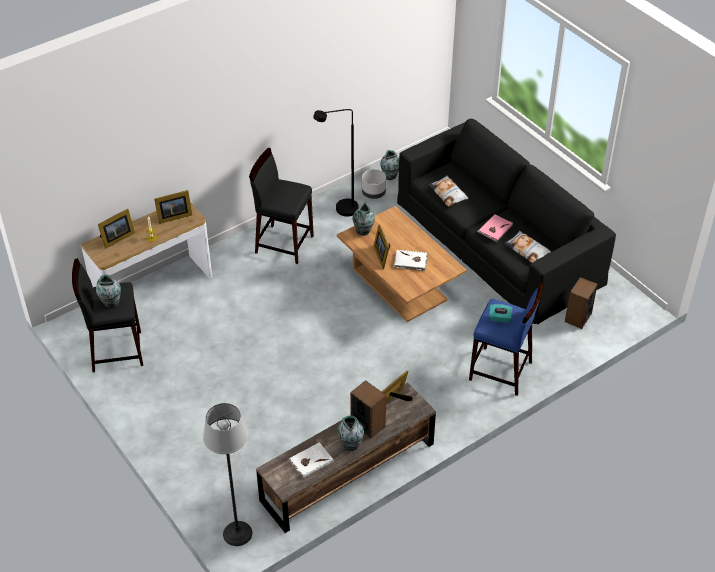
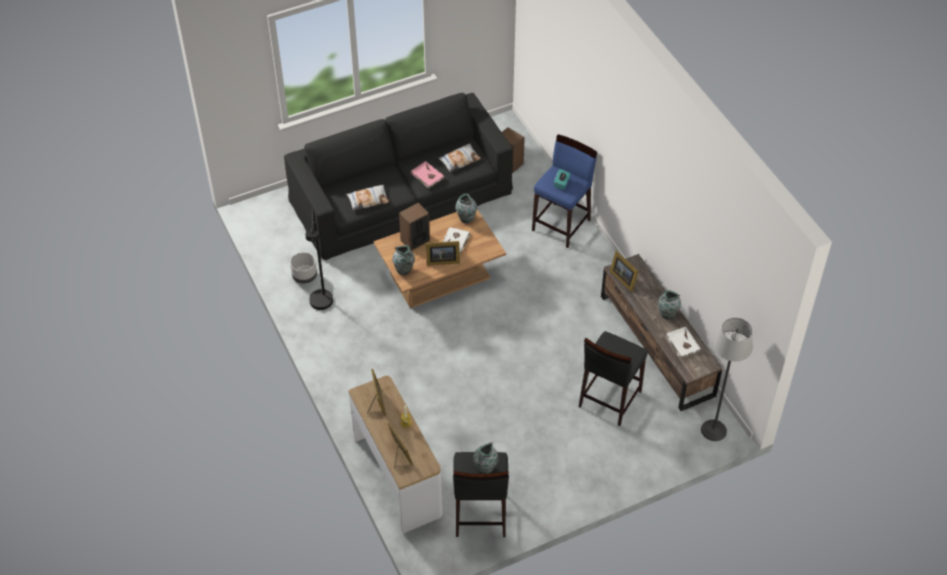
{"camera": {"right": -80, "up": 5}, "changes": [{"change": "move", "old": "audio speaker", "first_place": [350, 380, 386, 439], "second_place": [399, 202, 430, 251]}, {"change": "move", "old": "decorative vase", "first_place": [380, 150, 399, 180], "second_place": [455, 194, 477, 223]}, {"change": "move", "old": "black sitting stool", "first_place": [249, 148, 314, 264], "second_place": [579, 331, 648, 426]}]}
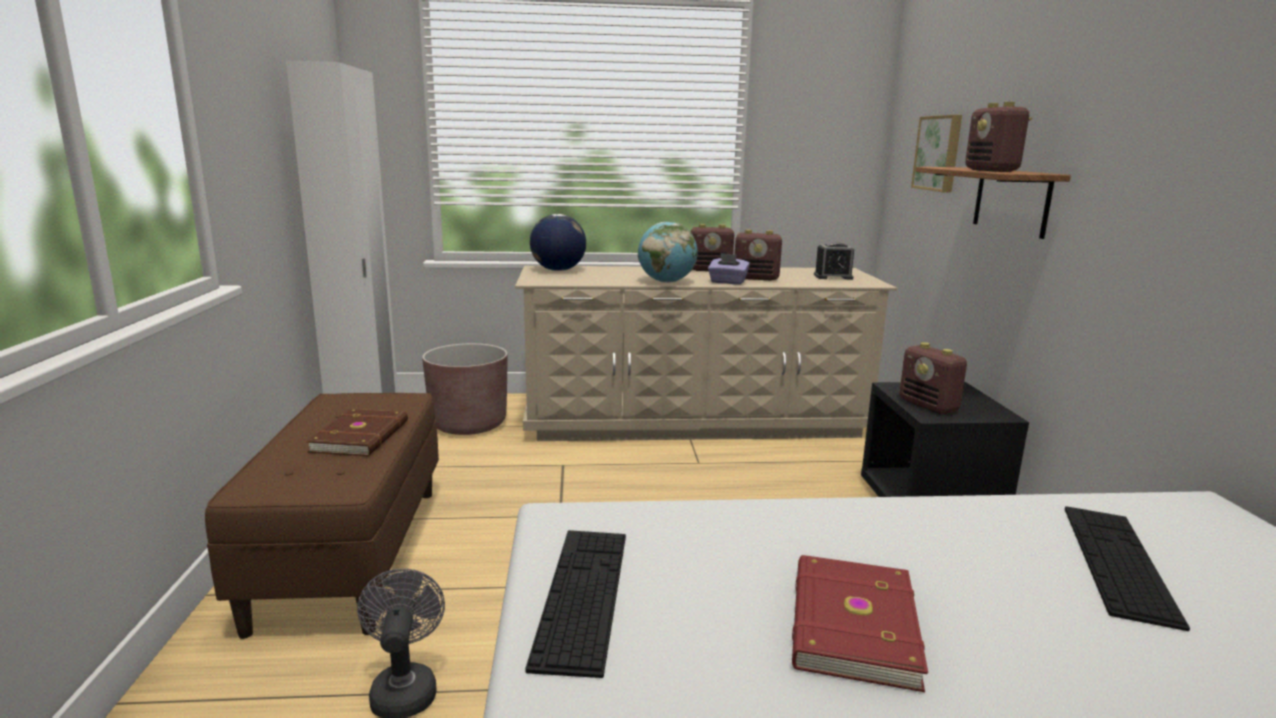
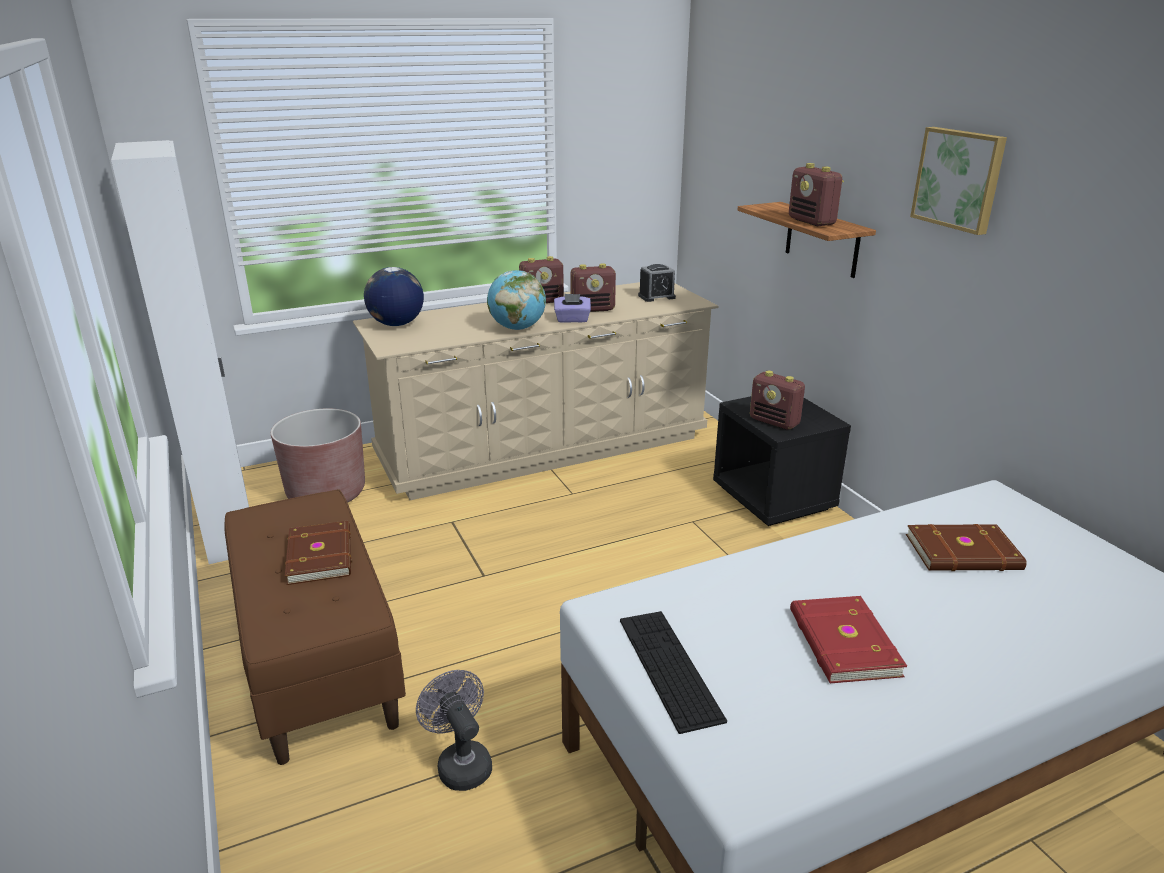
{"camera": {"right": -20, "up": 10}, "changes": [{"change": "replace", "old": "keyboard", "new": "brown-coloured volume", "first_place": [1065, 506, 1190, 631], "second_place": [906, 524, 1027, 571]}, {"change": "move", "old": "picture", "first_place": [911, 115, 962, 193], "second_place": [910, 127, 1007, 235]}]}
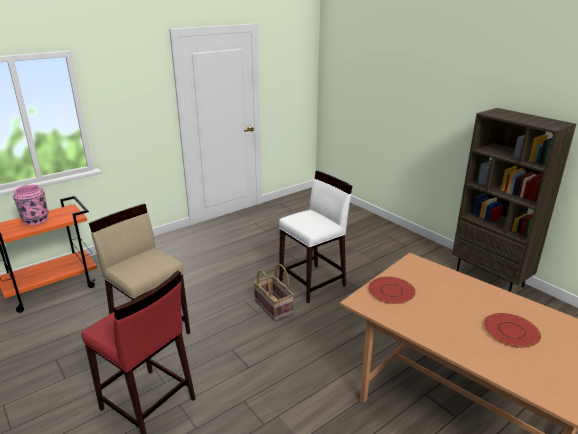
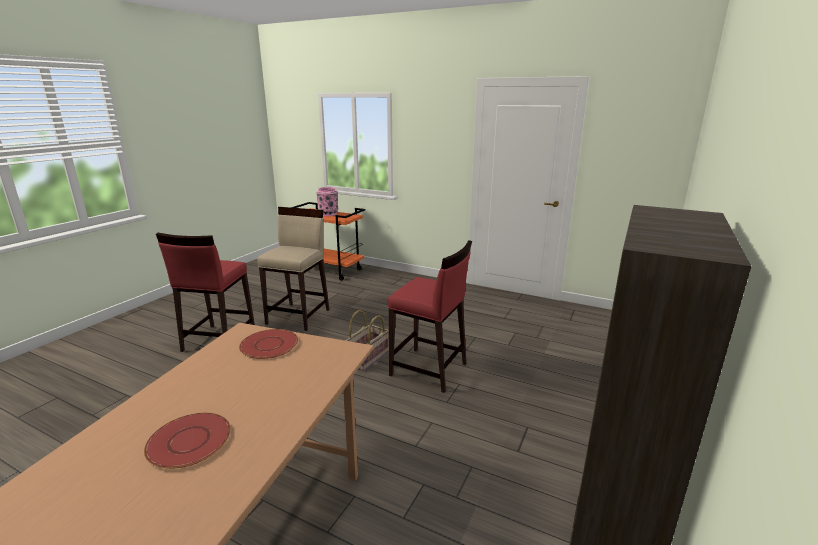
{"camera": {"right": 65, "up": -5}, "changes": [{"change": "recolor", "old": "white-coloured sitting stool", "new": "red-coloured sitting stool", "first_place": [279, 171, 353, 303], "second_place": [388, 240, 472, 393]}]}
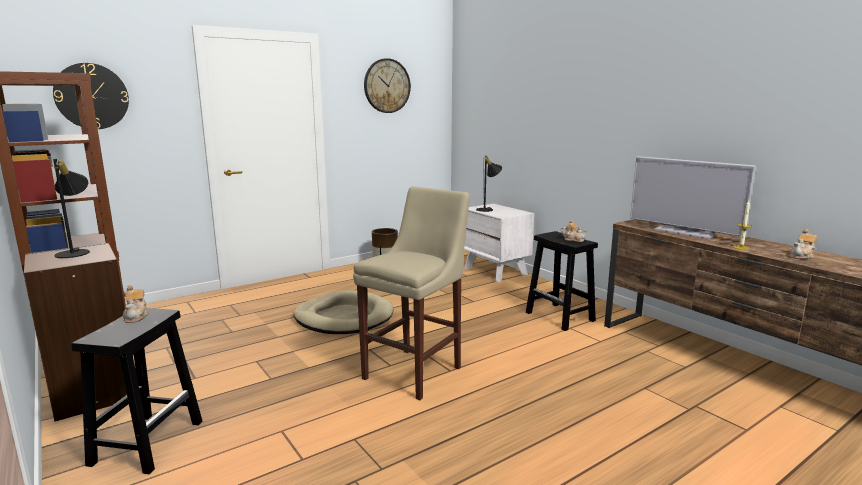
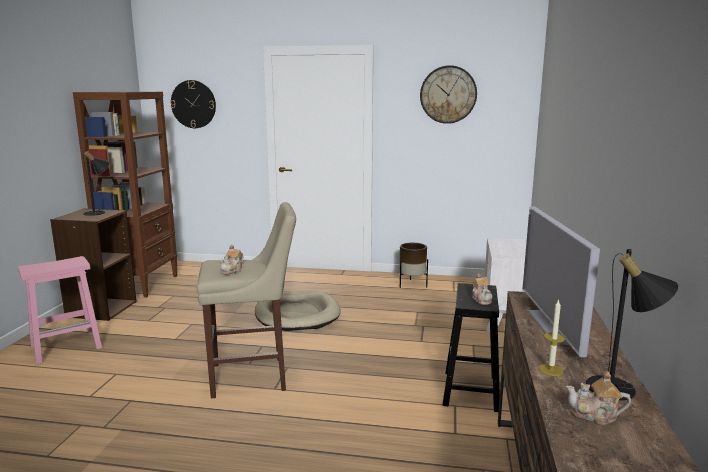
{"camera": {"right": 45, "up": 0}, "changes": [{"change": "recolor", "old": "black sitting stool", "new": "pink-coloured sitting stool", "first_place": [71, 308, 202, 474], "second_place": [18, 256, 102, 364]}, {"change": "move", "old": "tea pot", "first_place": [123, 285, 149, 323], "second_place": [219, 245, 244, 275]}, {"change": "move", "old": "black lamp for a table", "first_place": [476, 156, 502, 212], "second_place": [586, 249, 678, 400]}]}
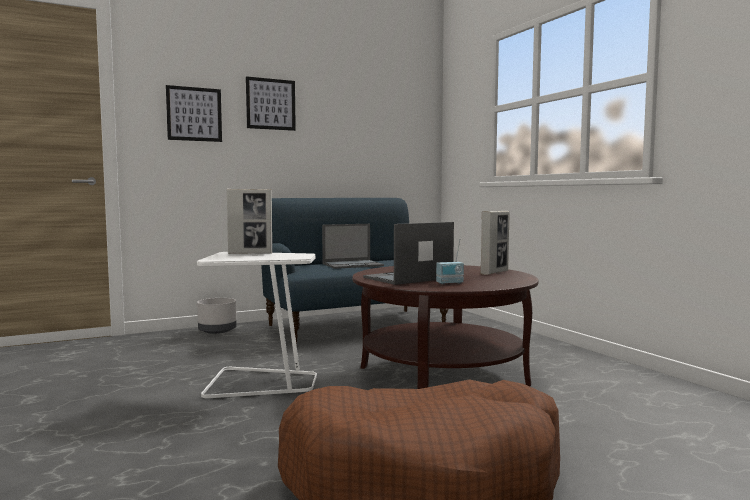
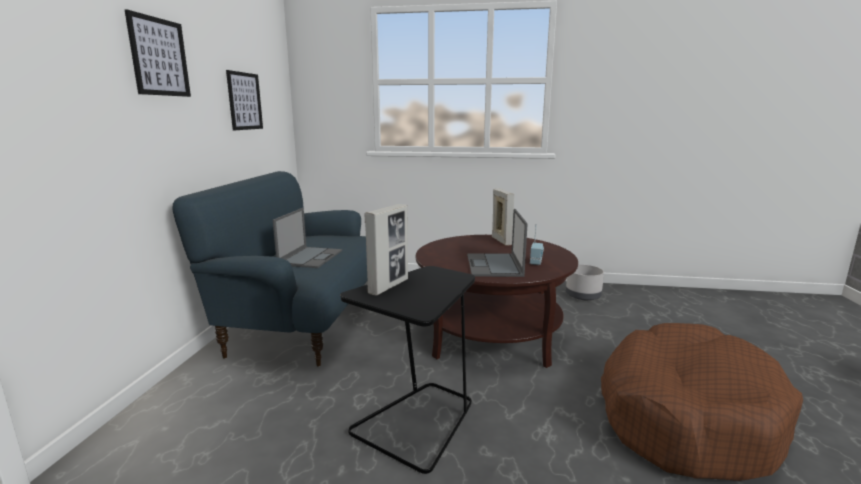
{"camera": {"right": -55, "up": 10}, "changes": [{"change": "move", "old": "picture", "first_place": [166, 85, 222, 142], "second_place": [226, 70, 263, 130]}, {"change": "recolor", "old": "white-coloured accent table", "new": "black accent table", "first_place": [197, 252, 317, 398], "second_place": [340, 266, 475, 474]}, {"change": "move", "old": "greyish flower pot", "first_place": [197, 298, 237, 334], "second_place": [566, 264, 604, 300]}]}
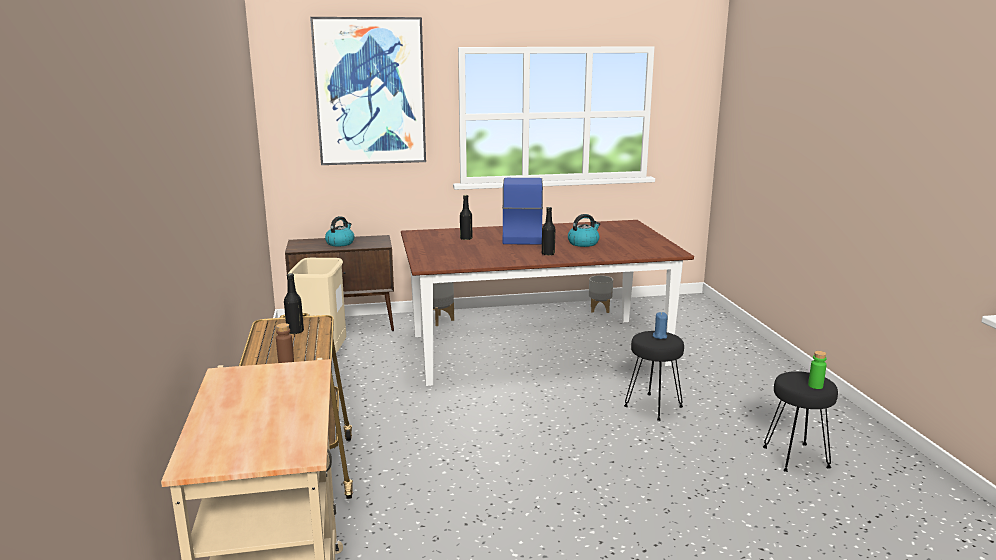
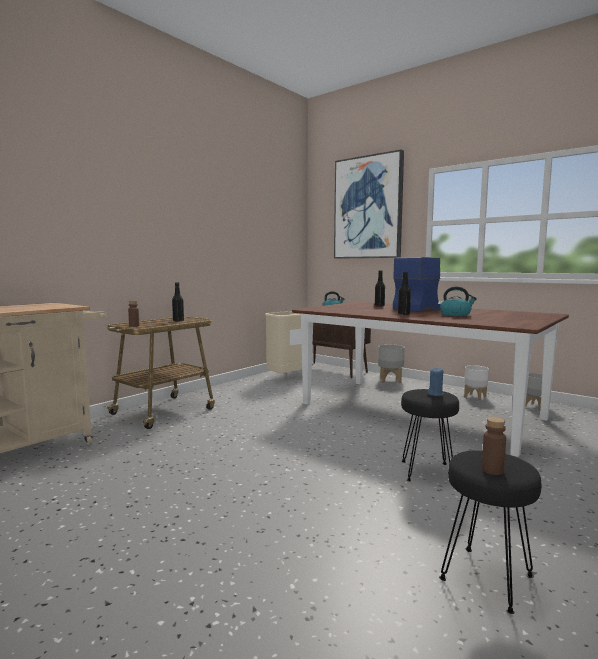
{"camera": {"right": 50, "up": -10}, "changes": [{"change": "insert", "new": "white-coloured flower pot", "second_place": [464, 365, 489, 400]}, {"change": "recolor", "old": "greenish drink bottle", "new": "brown-coloured drink bottle", "first_place": [808, 351, 827, 389], "second_place": [482, 417, 506, 475]}]}
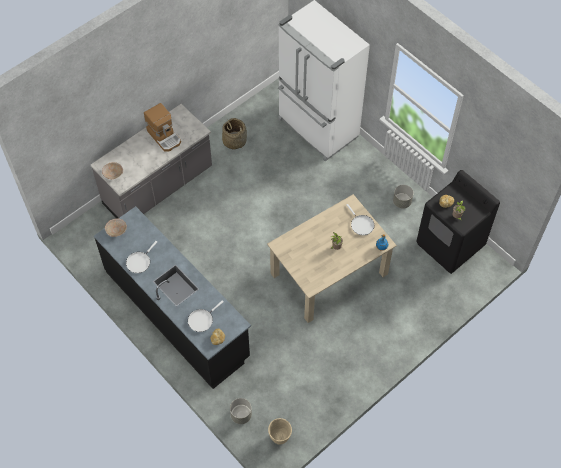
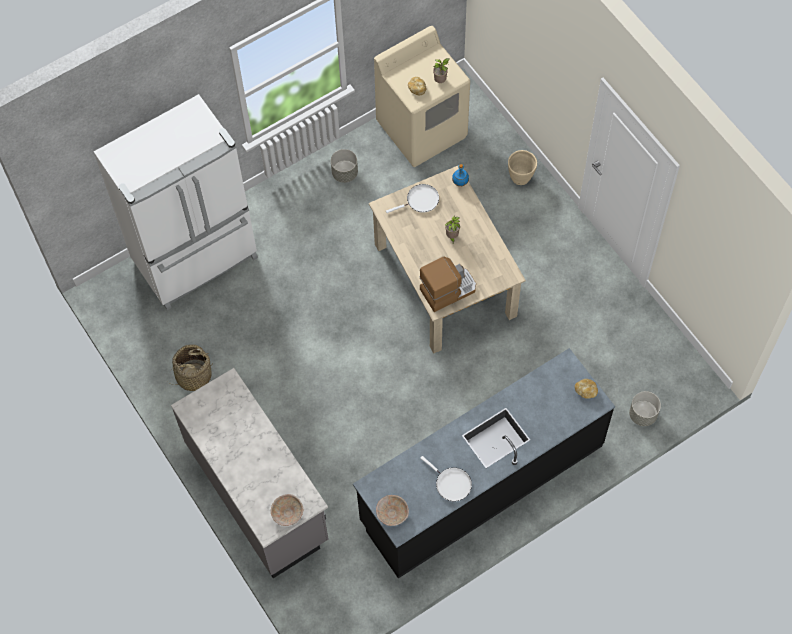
{"camera": {"right": -80, "up": 5}, "changes": [{"change": "recolor", "old": "black laundry machine", "new": "beige-coloured laundry machine", "first_place": [417, 170, 500, 274], "second_place": [374, 26, 470, 167]}, {"change": "move", "old": "coffee maker", "first_place": [144, 103, 181, 152], "second_place": [420, 257, 476, 312]}, {"change": "move", "old": "beige-coloured flower pot", "first_place": [268, 418, 292, 445], "second_place": [508, 150, 537, 185]}, {"change": "delete", "old": "white-coloured frying pan", "first_place": [188, 300, 224, 332]}]}
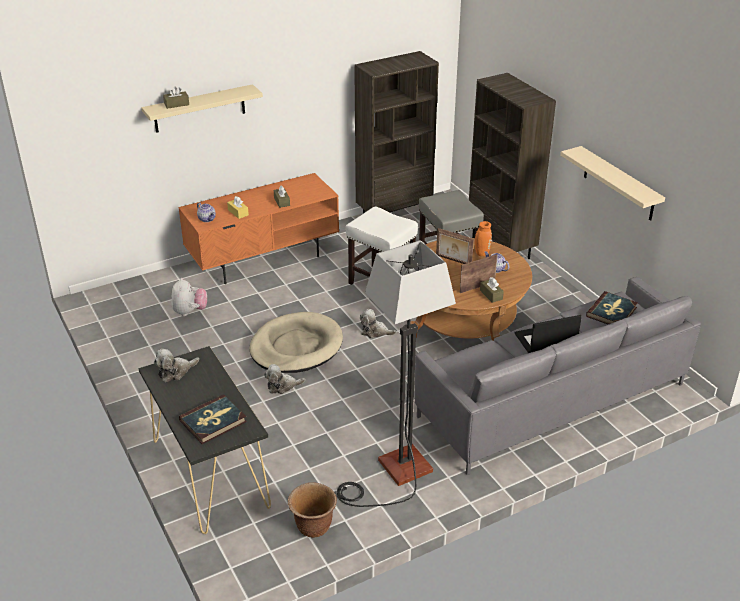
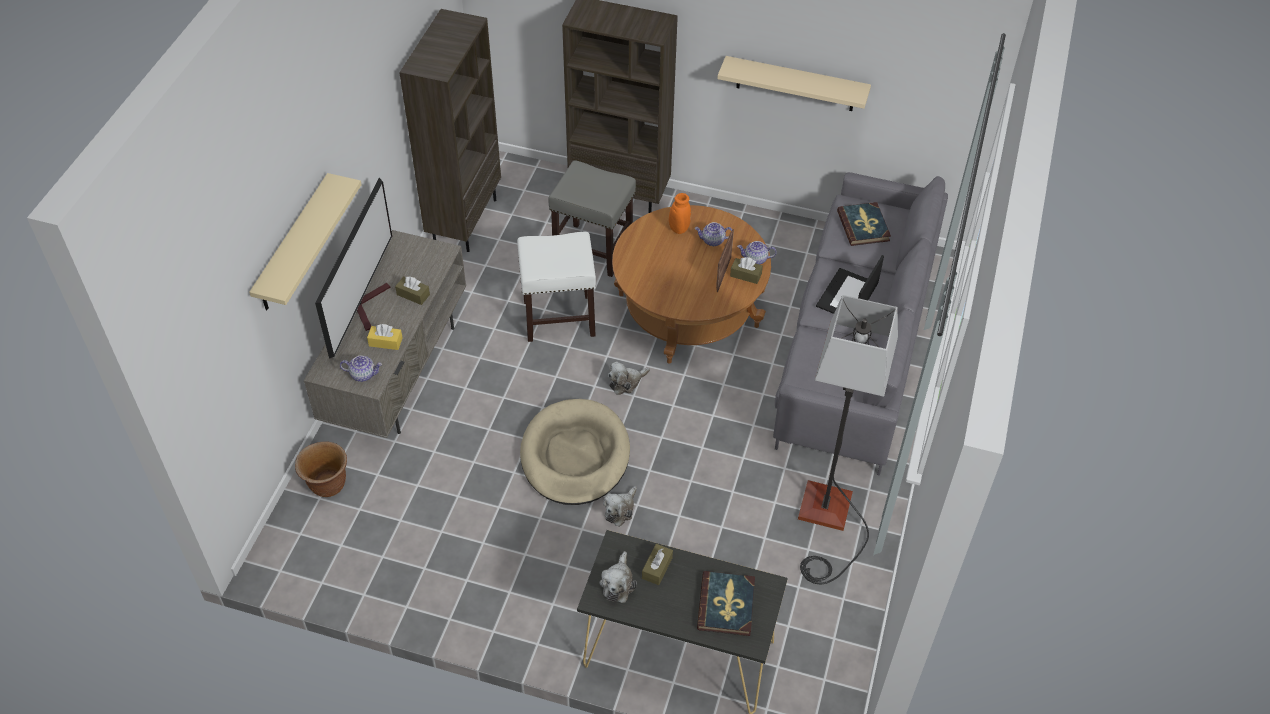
{"camera": {"right": -45, "up": 15}, "changes": [{"change": "move", "old": "brown-coloured flower pot", "first_place": [288, 482, 337, 538], "second_place": [295, 441, 347, 497]}, {"change": "recolor", "old": "orangey tv stand", "new": "greyish tv stand", "first_place": [178, 173, 339, 284], "second_place": [304, 230, 466, 438]}, {"change": "insert", "new": "TV set", "second_place": [315, 178, 392, 359]}, {"change": "move", "old": "brown-coloured tissue holder", "first_place": [163, 86, 189, 109], "second_place": [642, 544, 673, 585]}, {"change": "insert", "new": "tea pot", "second_place": [737, 241, 777, 265]}, {"change": "delete", "old": "plush toy", "first_place": [171, 278, 207, 316]}, {"change": "delete", "old": "photo frame", "first_place": [436, 228, 474, 264]}]}
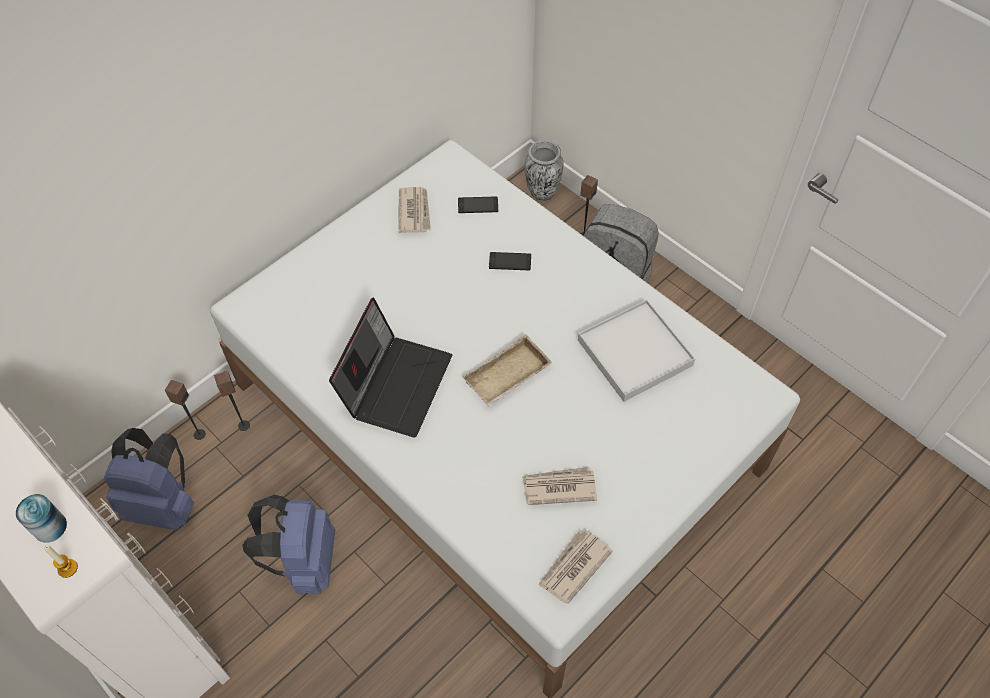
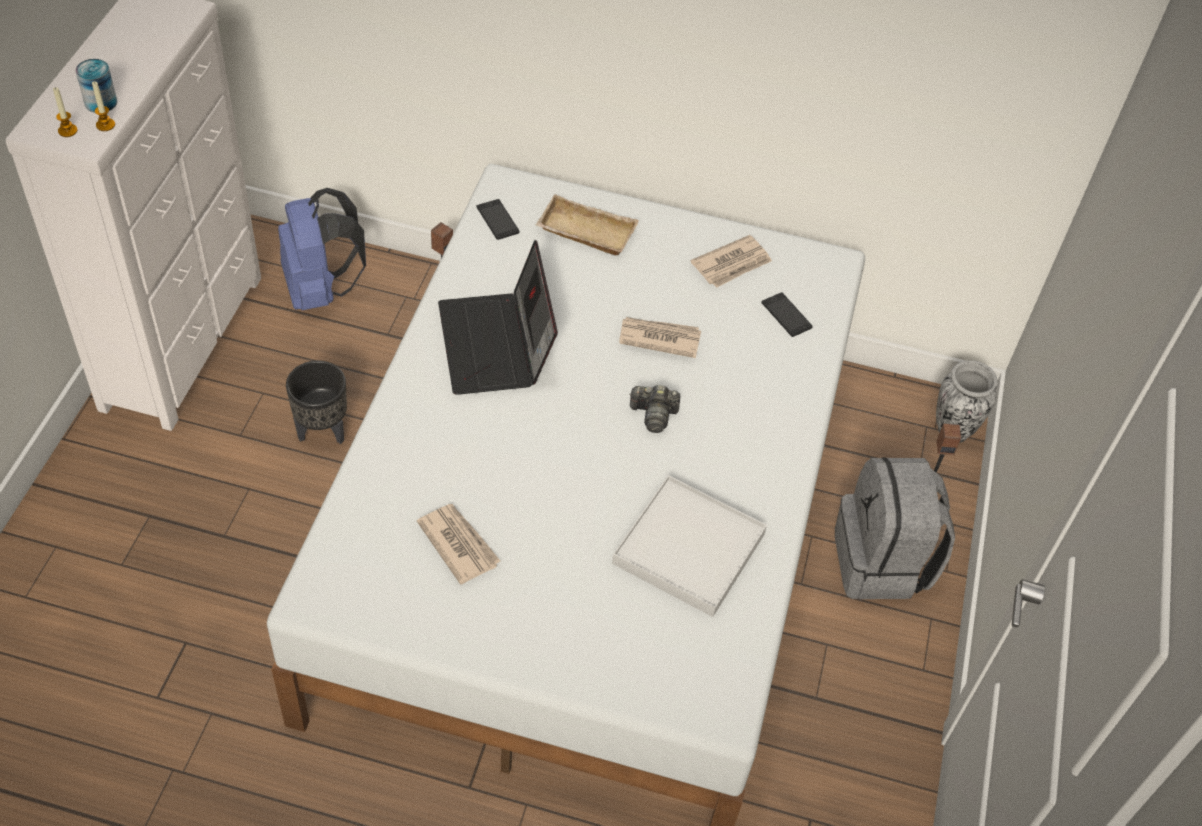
{"camera": {"right": 55, "up": -5}, "changes": [{"change": "insert", "new": "candle", "second_place": [92, 81, 115, 131]}, {"change": "replace", "old": "blue-coloured rucksack", "new": "black flower pot", "first_place": [242, 495, 335, 594], "second_place": [286, 360, 347, 444]}, {"change": "rotate", "old": "laptop", "first_place": [329, 297, 452, 438], "second_place": [438, 240, 558, 395], "degrees": 90}, {"change": "move", "old": "phone", "first_place": [489, 252, 531, 271], "second_place": [477, 199, 520, 240]}, {"change": "move", "old": "beige-coloured carrying tray", "first_place": [463, 334, 552, 407], "second_place": [536, 194, 639, 255]}, {"change": "move", "old": "printed paper", "first_place": [538, 530, 613, 604], "second_place": [619, 317, 701, 358]}, {"change": "insert", "new": "photo camera", "second_place": [629, 385, 680, 433]}, {"change": "delete", "old": "audio speaker", "first_place": [165, 380, 206, 440]}]}
